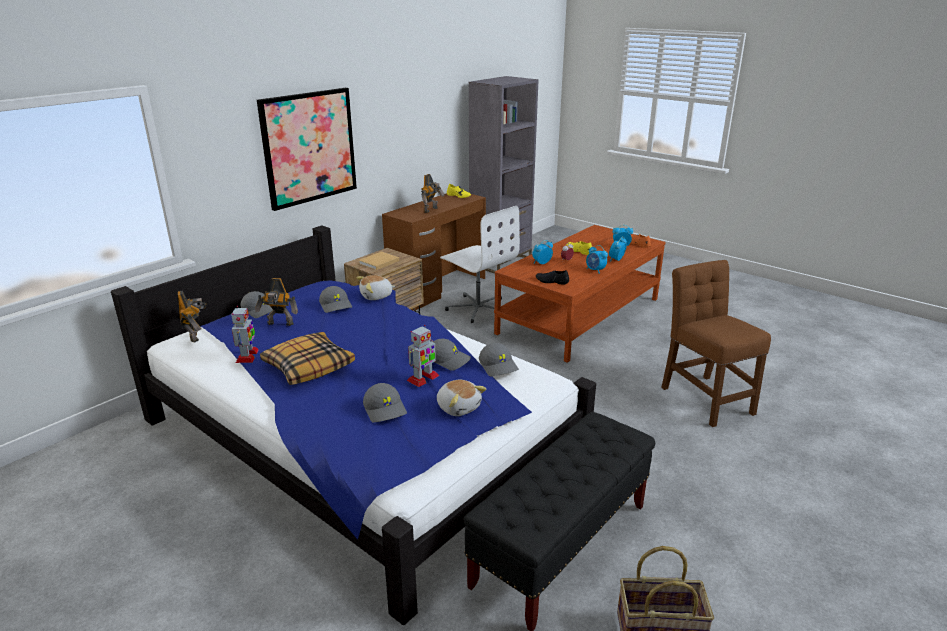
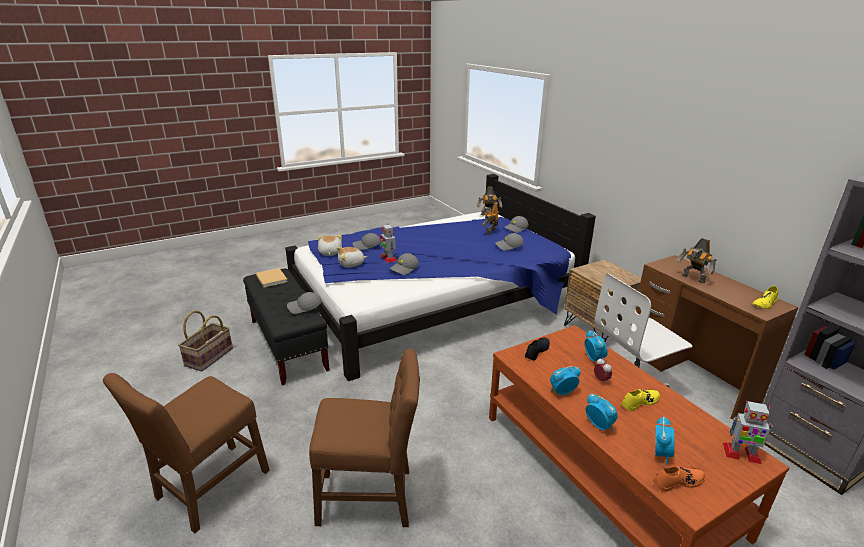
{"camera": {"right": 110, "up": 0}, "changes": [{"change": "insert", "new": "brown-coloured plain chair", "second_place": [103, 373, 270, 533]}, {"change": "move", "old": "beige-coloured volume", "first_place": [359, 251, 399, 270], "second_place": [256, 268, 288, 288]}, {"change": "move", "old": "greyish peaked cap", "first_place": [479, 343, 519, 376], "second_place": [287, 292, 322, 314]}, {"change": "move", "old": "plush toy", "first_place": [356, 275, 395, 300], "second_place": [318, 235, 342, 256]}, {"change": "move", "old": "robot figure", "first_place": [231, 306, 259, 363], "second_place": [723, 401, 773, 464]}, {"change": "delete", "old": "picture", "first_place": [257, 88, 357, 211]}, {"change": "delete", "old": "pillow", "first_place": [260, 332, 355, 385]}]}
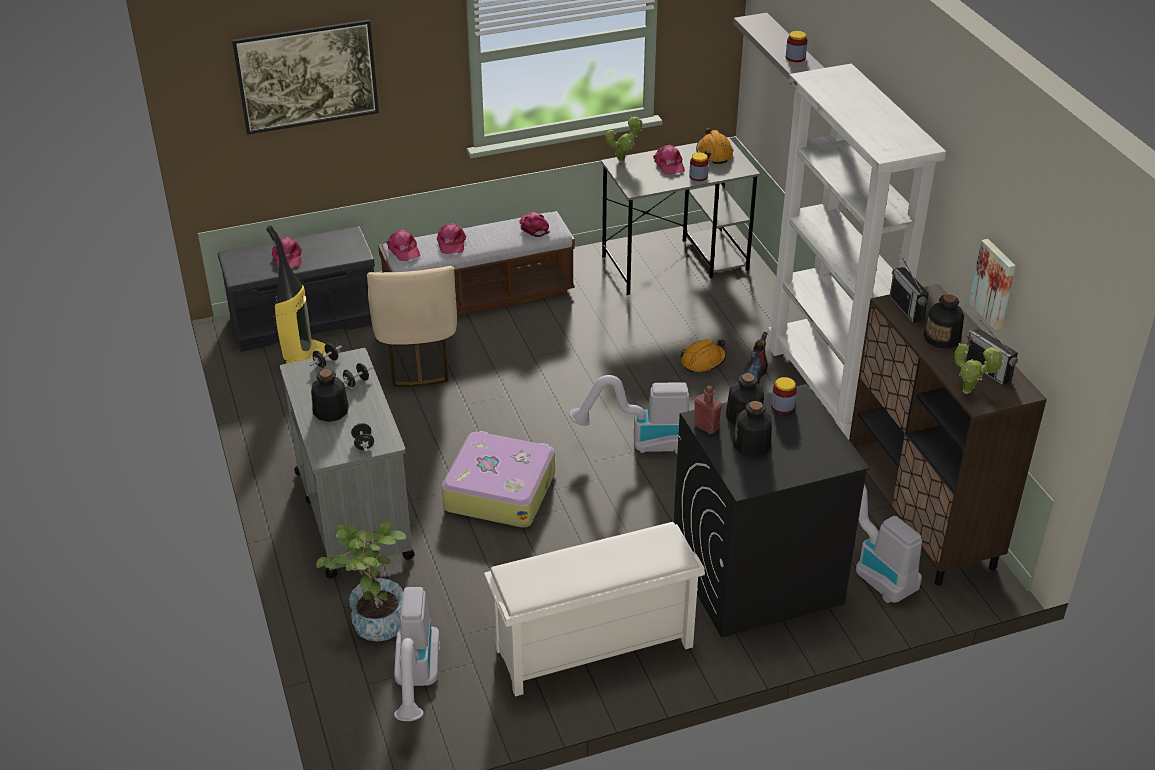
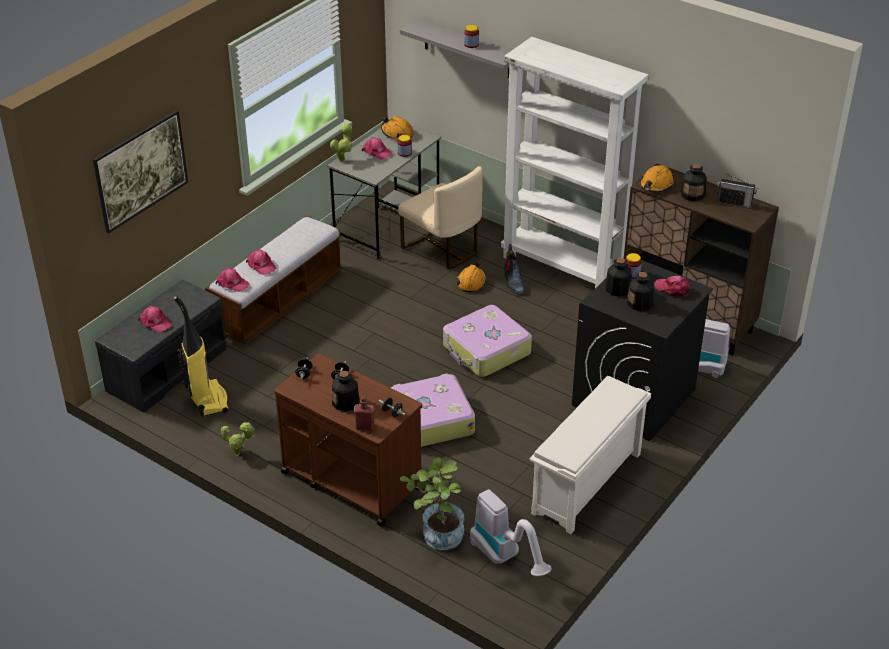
{"camera": {"right": -35, "up": 0}, "changes": [{"change": "move", "old": "plant in a pot", "first_place": [954, 343, 1004, 394], "second_place": [221, 422, 255, 456]}, {"change": "recolor", "old": "greyish trolley", "new": "brown-coloured trolley", "first_place": [280, 348, 415, 578], "second_place": [274, 353, 422, 527]}, {"change": "move", "old": "red-coloured drink bottle", "first_place": [694, 385, 722, 434], "second_place": [354, 397, 375, 430]}, {"change": "move", "old": "beige-coloured plain chair", "first_place": [367, 266, 457, 387], "second_place": [398, 166, 483, 269]}, {"change": "replace", "old": "hoover", "new": "piece of luggage", "first_place": [569, 375, 689, 454], "second_place": [443, 305, 532, 377]}, {"change": "replace", "old": "radio set", "new": "orangey hard hat", "first_place": [889, 259, 929, 323], "second_place": [640, 165, 675, 192]}, {"change": "move", "old": "pink-coloured peaked cap", "first_place": [519, 212, 550, 237], "second_place": [654, 276, 692, 297]}, {"change": "delete", "old": "picture", "first_place": [969, 239, 1016, 330]}]}
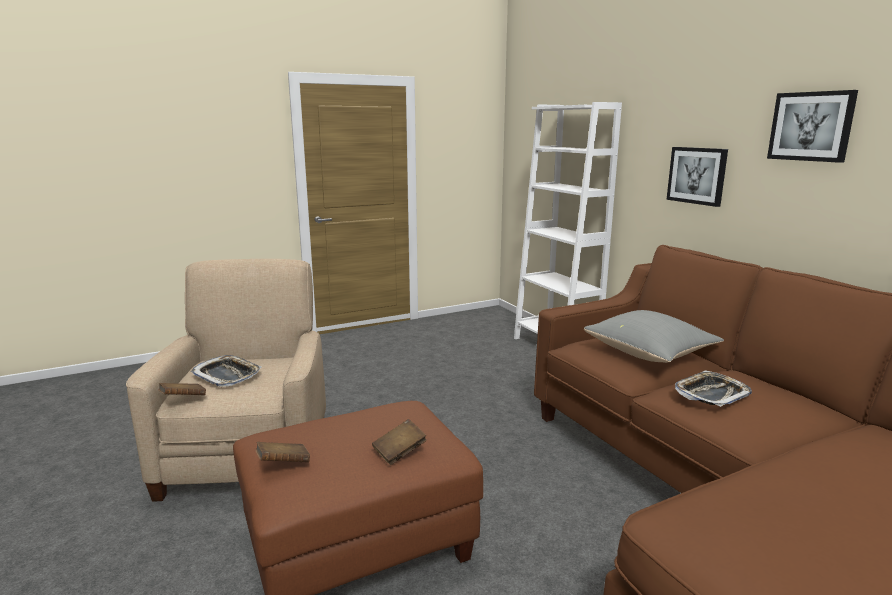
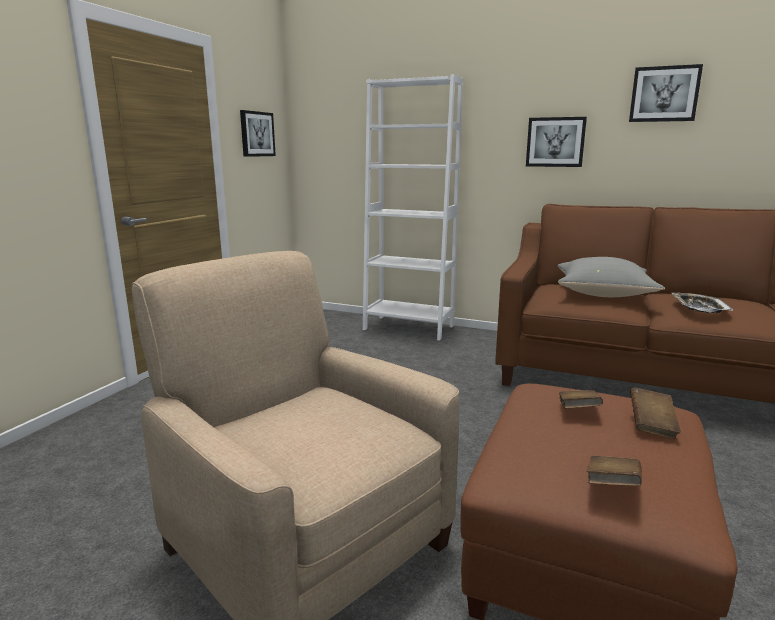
{"camera": {"right": -40, "up": 0}, "changes": [{"change": "insert", "new": "picture", "second_place": [240, 110, 276, 157]}, {"change": "move", "old": "brown-coloured volume", "first_place": [158, 383, 206, 395], "second_place": [559, 390, 603, 409]}, {"change": "delete", "old": "carrying tray", "first_place": [191, 355, 262, 387]}]}
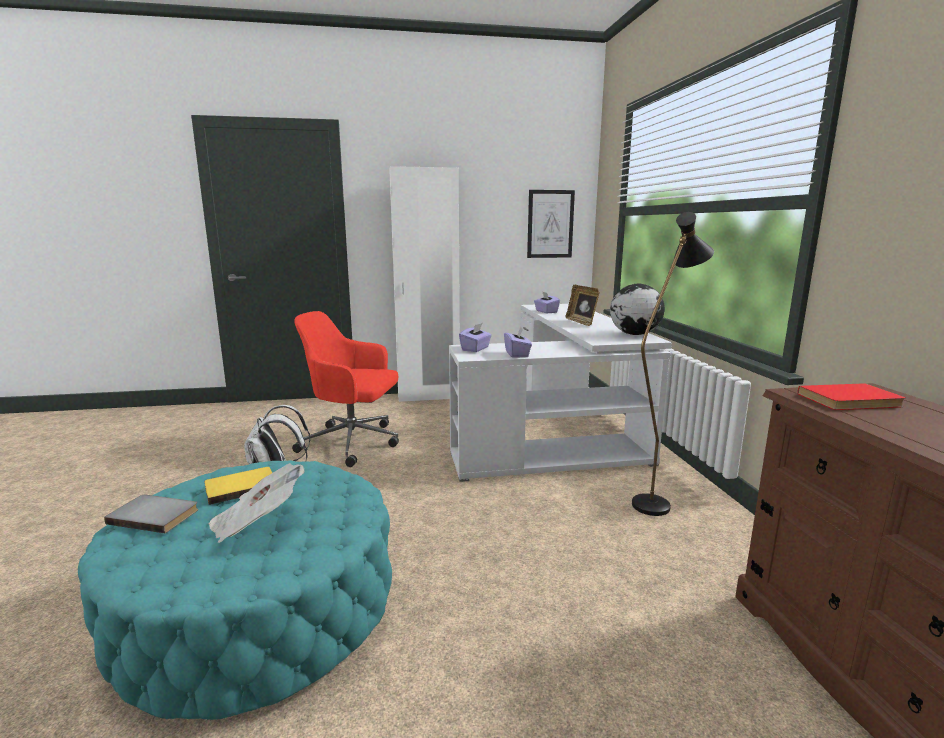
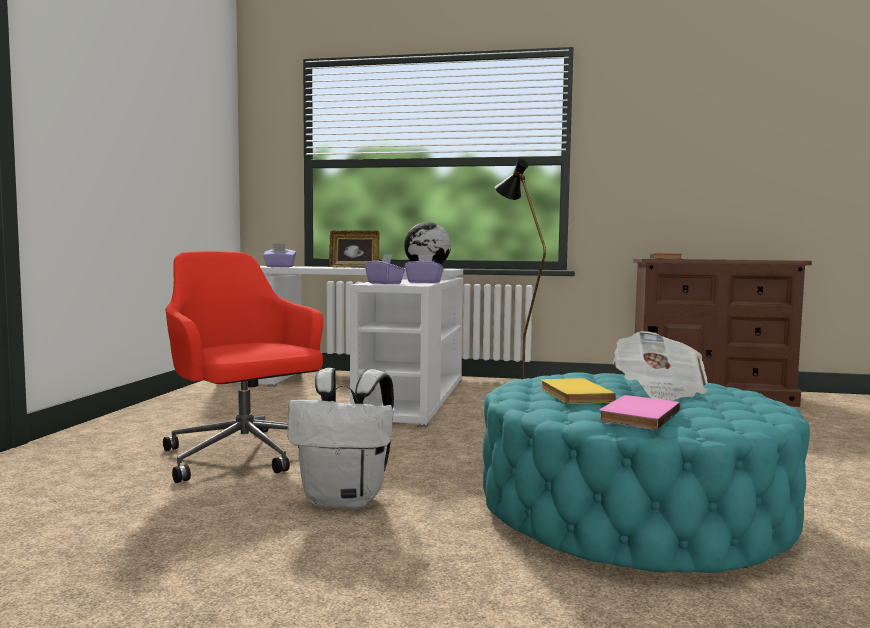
{"camera": {"right": -70, "up": -10}, "changes": [{"change": "rotate", "old": "red-coloured office chair", "first_place": [292, 311, 399, 467], "second_place": [163, 251, 323, 483], "degrees": 105}, {"change": "recolor", "old": "greyish volume", "new": "pink-coloured volume", "first_place": [104, 495, 198, 533], "second_place": [599, 395, 680, 430]}, {"change": "delete", "old": "white-coloured armoire", "first_place": [389, 166, 460, 402]}, {"change": "delete", "old": "picture", "first_place": [527, 190, 575, 258]}]}
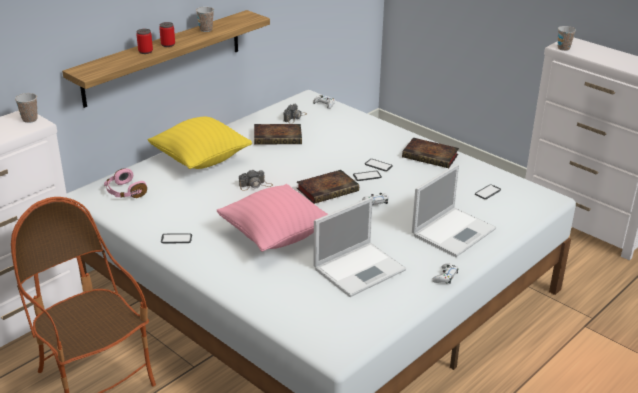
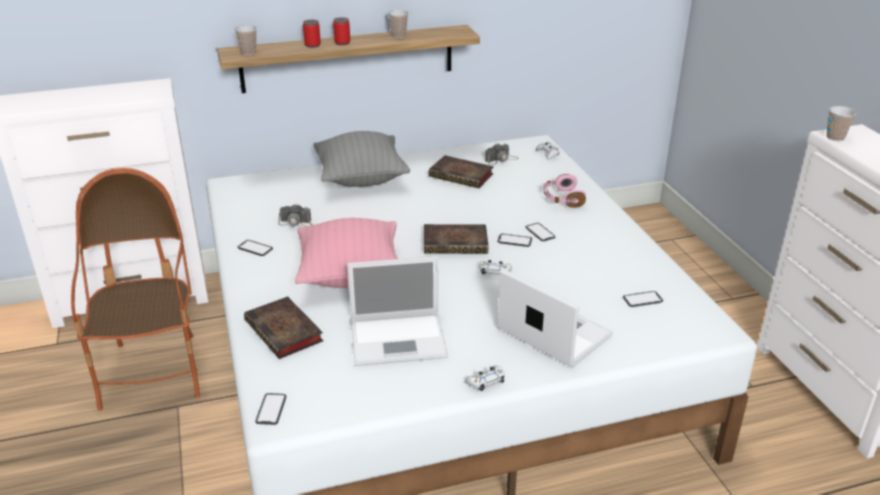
{"camera": {"right": 30, "up": 0}, "changes": [{"change": "move", "old": "drinking cup", "first_place": [15, 93, 38, 123], "second_place": [235, 25, 257, 55]}, {"change": "move", "old": "volume", "first_place": [402, 138, 459, 168], "second_place": [244, 297, 323, 359]}, {"change": "insert", "new": "phone", "second_place": [255, 393, 286, 425]}, {"change": "move", "old": "photo camera", "first_place": [239, 170, 273, 191], "second_place": [278, 204, 313, 227]}, {"change": "recolor", "old": "yellow pillow", "new": "greyish pillow", "first_place": [148, 117, 252, 169], "second_place": [314, 131, 410, 187]}, {"change": "rotate", "old": "laptop", "first_place": [412, 164, 496, 257], "second_place": [498, 269, 613, 368], "degrees": -120}, {"change": "move", "old": "pink-coloured headset", "first_place": [104, 168, 147, 198], "second_place": [543, 174, 586, 208]}]}
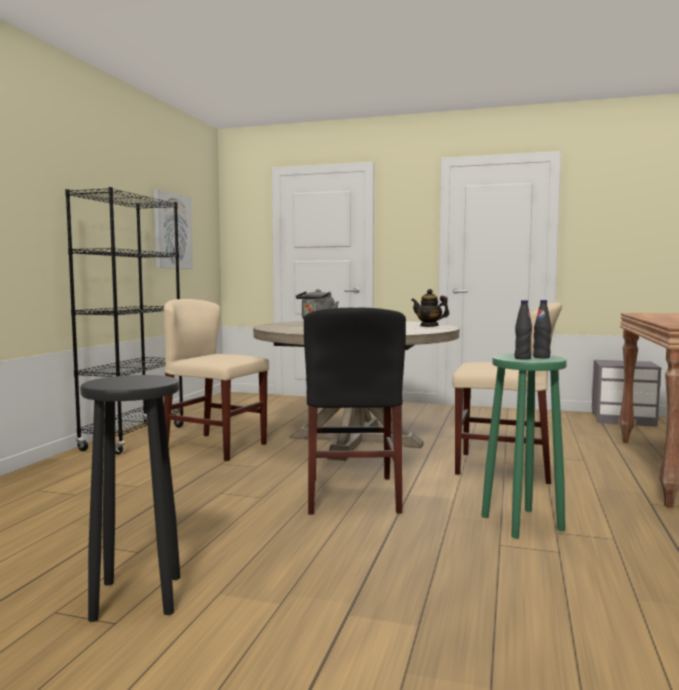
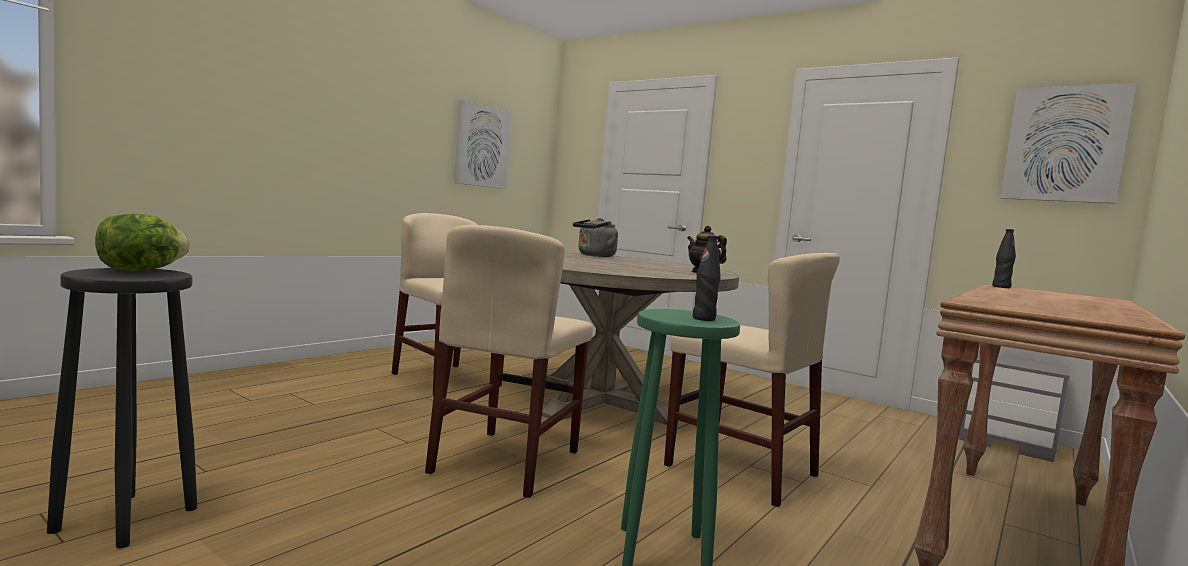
{"camera": {"right": 20, "up": 0}, "changes": [{"change": "insert", "new": "head of lettuce", "second_place": [95, 214, 190, 271]}, {"change": "recolor", "old": "black plain chair", "new": "beige-coloured plain chair", "first_place": [304, 308, 406, 515], "second_place": [425, 225, 593, 498]}, {"change": "move", "old": "black drink bottle", "first_place": [514, 300, 532, 360], "second_place": [992, 229, 1016, 288]}, {"change": "insert", "new": "picture", "second_place": [1000, 83, 1137, 204]}, {"change": "delete", "old": "black shelving unit", "first_place": [65, 187, 183, 455]}]}
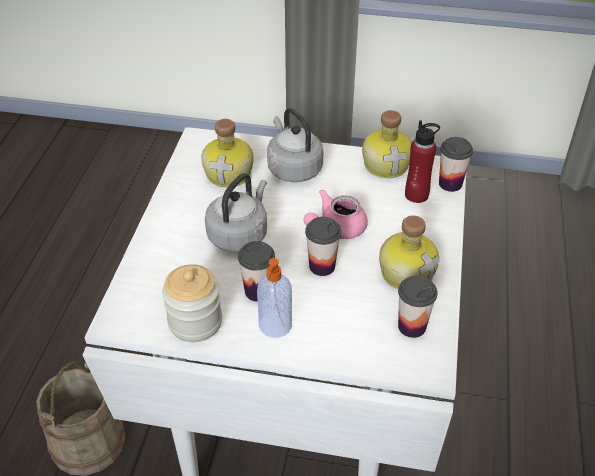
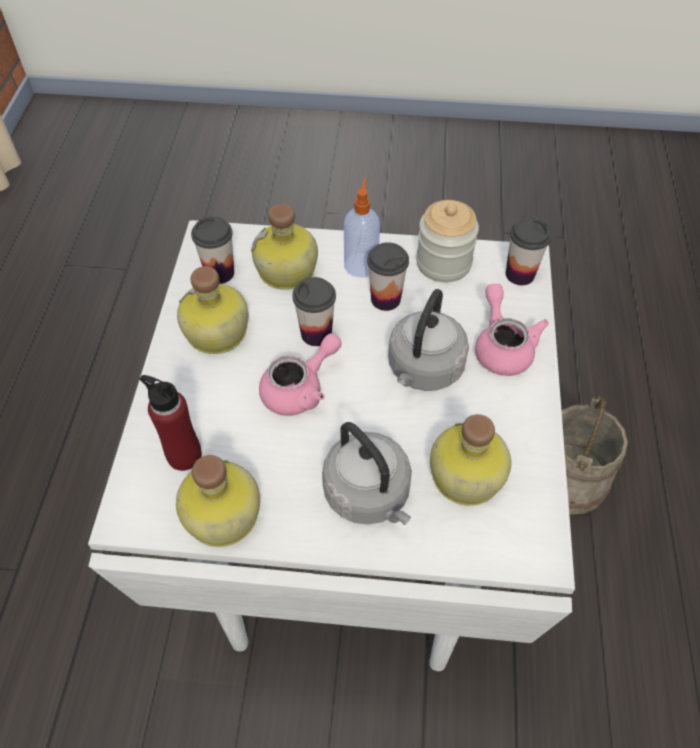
{"camera": {"right": 175, "up": 10}, "changes": [{"change": "insert", "new": "drink bottle", "second_place": [251, 204, 318, 290]}, {"change": "insert", "new": "pink-coloured tea pot", "second_place": [475, 284, 549, 376]}, {"change": "move", "old": "drinking cup", "first_place": [439, 137, 473, 192], "second_place": [506, 218, 551, 285]}]}
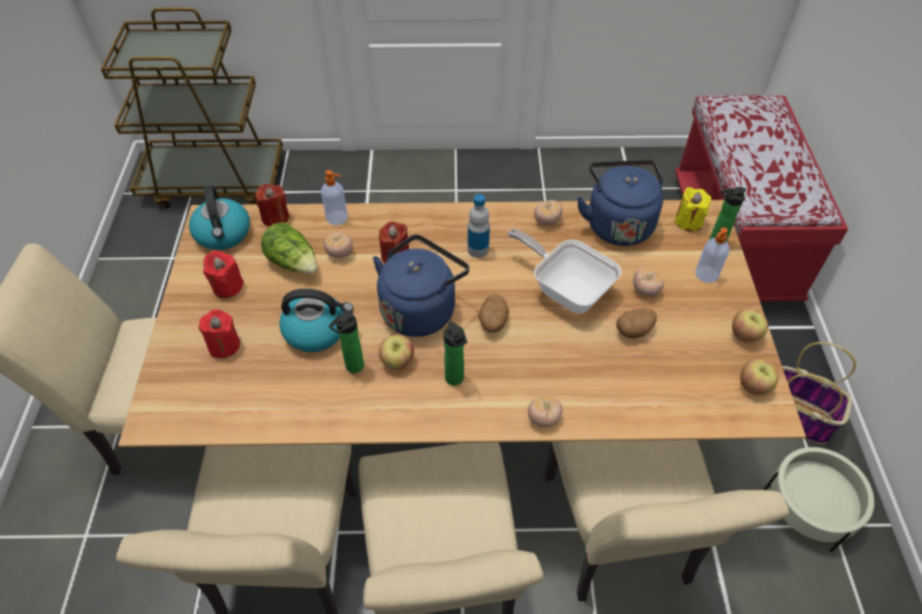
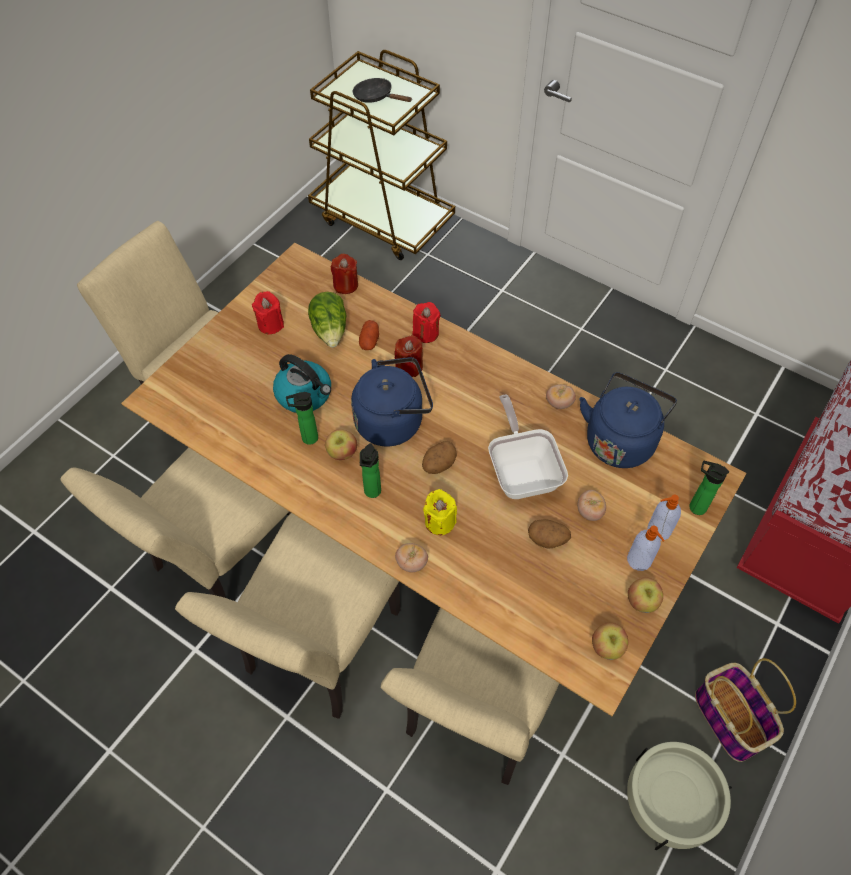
{"camera": {"right": 35, "up": 5}, "changes": [{"change": "insert", "new": "black frying pan", "second_place": [353, 78, 412, 103]}, {"change": "replace", "old": "tomato", "new": "whole potato", "first_place": [323, 233, 353, 258], "second_place": [359, 320, 379, 350]}, {"change": "move", "old": "red-coloured candle", "first_place": [198, 309, 240, 358], "second_place": [412, 302, 441, 343]}, {"change": "move", "old": "yellow candle", "first_place": [675, 187, 711, 232], "second_place": [423, 489, 457, 535]}, {"change": "move", "old": "liquid soap bottle", "first_place": [321, 170, 348, 225], "second_place": [627, 525, 665, 571]}, {"change": "delete", "old": "tea kettle", "first_place": [189, 185, 250, 250]}, {"change": "delete", "old": "drink bottle", "first_place": [468, 194, 490, 258]}]}
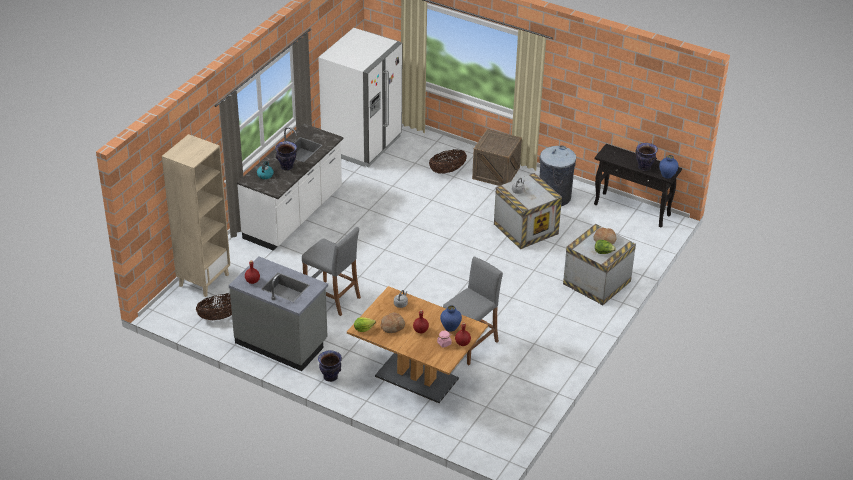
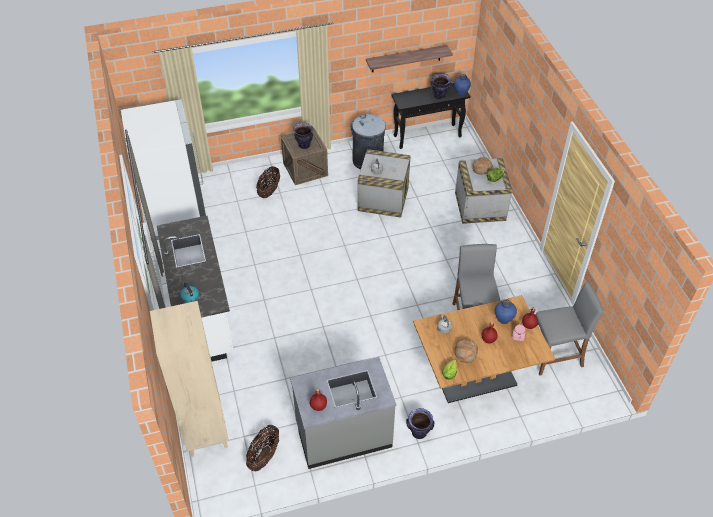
{"camera": {"right": -45, "up": 10}, "changes": [{"change": "move", "old": "decorative vase", "first_place": [275, 141, 297, 170], "second_place": [294, 123, 313, 149]}, {"change": "insert", "new": "bracket shelf", "second_place": [366, 45, 453, 72]}, {"change": "move", "old": "greyish sitting stool", "first_place": [302, 227, 361, 316], "second_place": [535, 282, 604, 376]}]}
